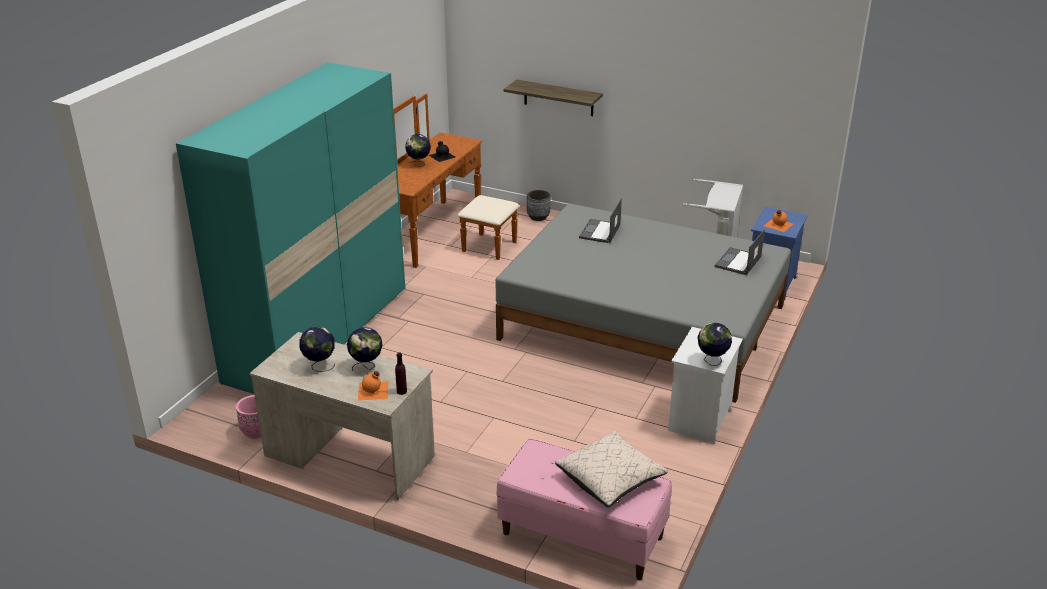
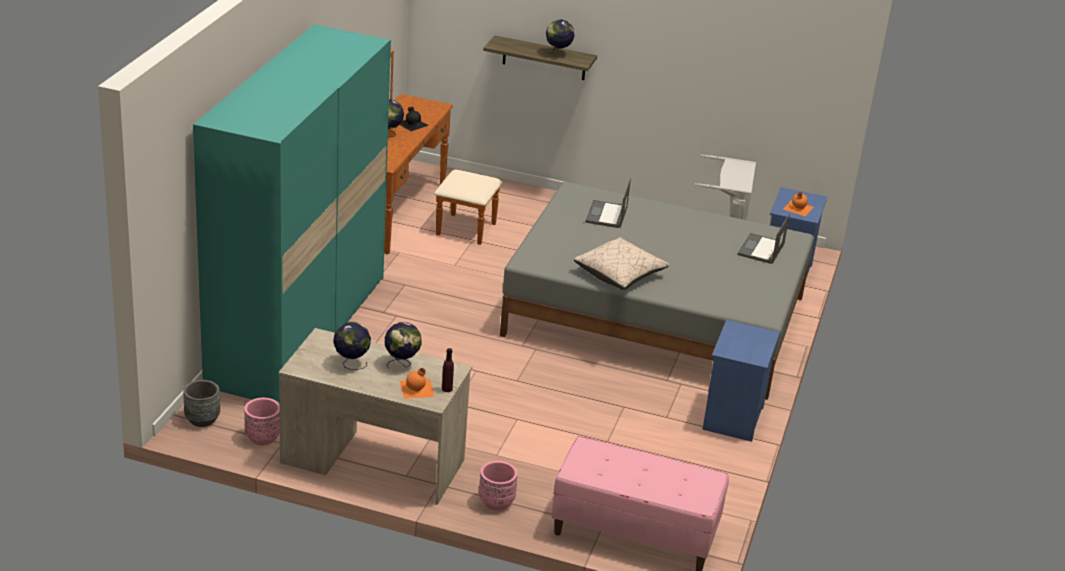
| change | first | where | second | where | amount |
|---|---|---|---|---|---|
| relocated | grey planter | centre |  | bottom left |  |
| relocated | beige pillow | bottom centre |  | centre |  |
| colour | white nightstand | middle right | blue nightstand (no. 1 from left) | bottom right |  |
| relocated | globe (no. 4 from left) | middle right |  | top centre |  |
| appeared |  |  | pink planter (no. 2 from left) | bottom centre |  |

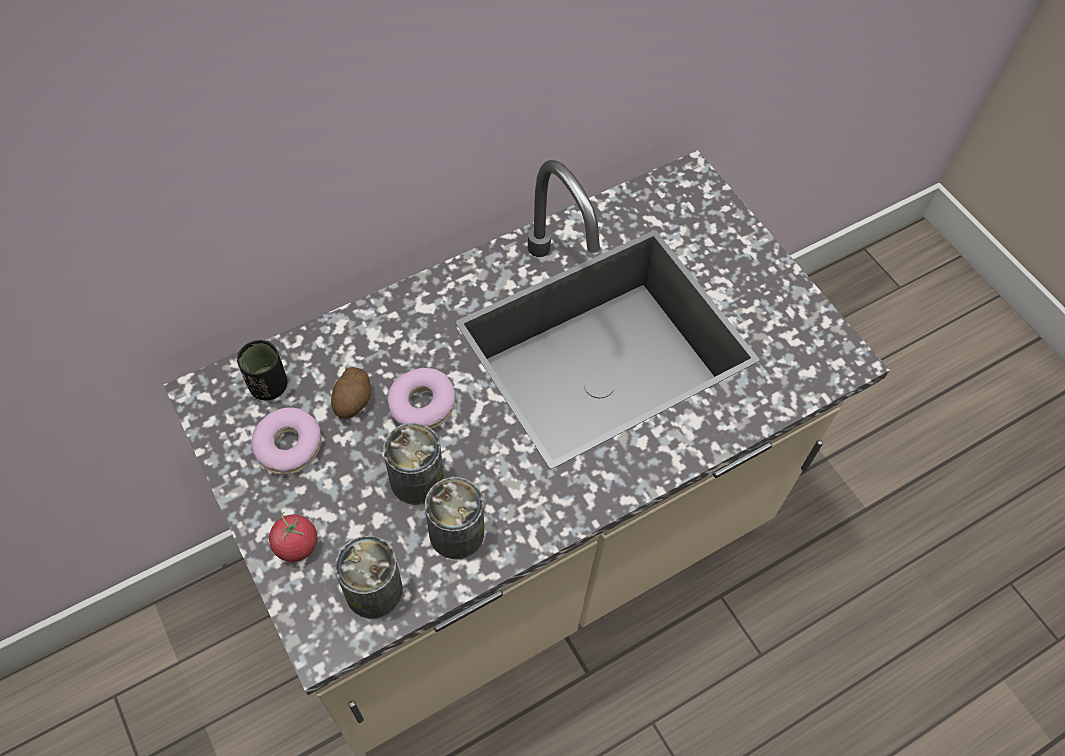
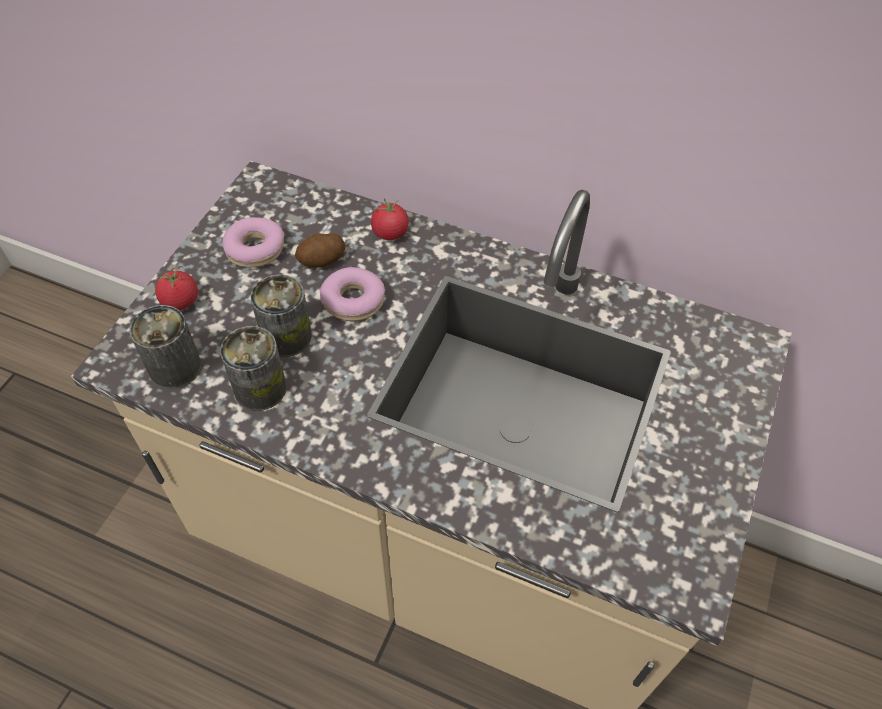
| change | first | where | second | where | amount |
|---|---|---|---|---|---|
| missing | black cup | middle left |  |  |  |
| appeared |  |  | tomato (no. 2 from left) | top centre |  |

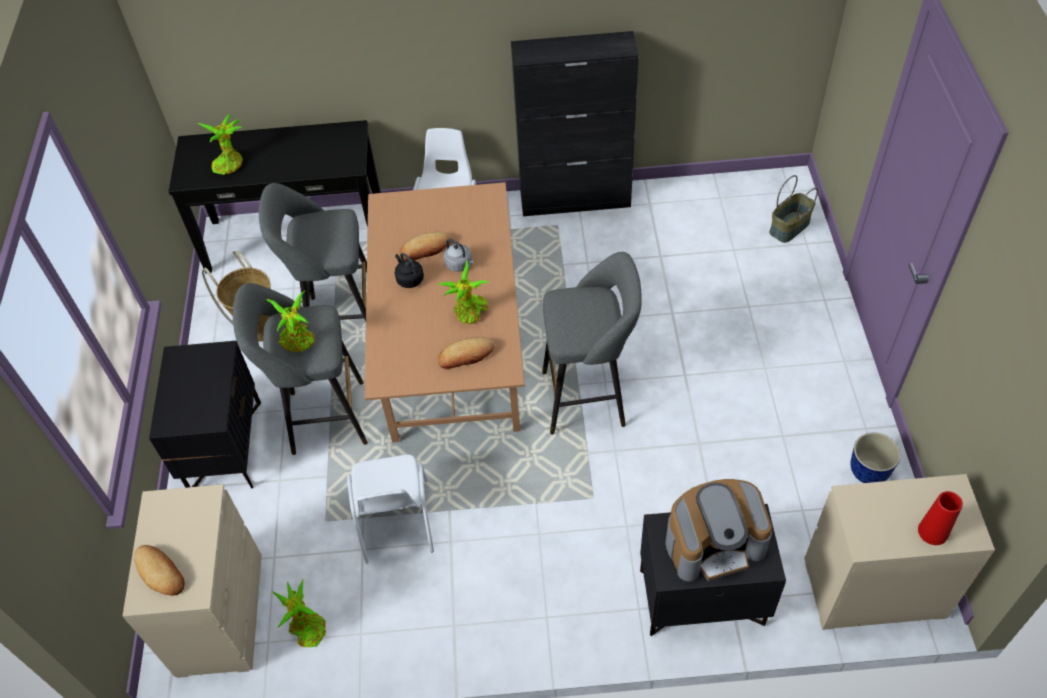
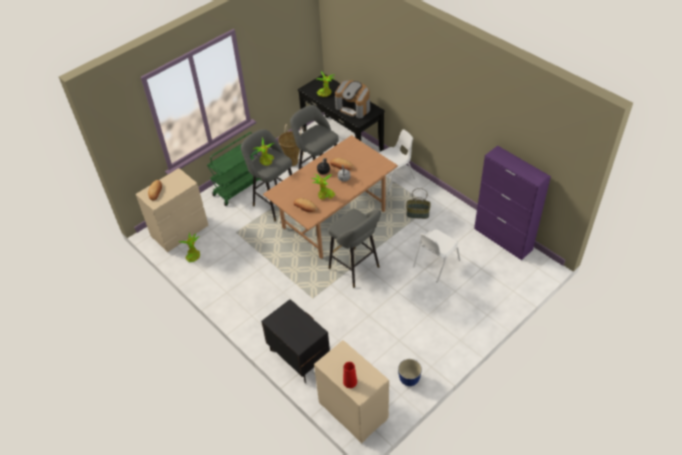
| change | first | where | second | where | amount |
|---|---|---|---|---|---|
| exchanged | black nightstand (no. 1 from left) | middle left | green cart | centre |  |
| relocated | white chair (no. 1 from left in the first image) | bottom centre | white chair (no. 2 from left) | centre |  |
| missing | black cabinet | top centre |  |  |  |
| relocated | coffee machine | bottom right |  | top centre |  |
| relocated | basket (no. 2 from left) | top right |  | centre |  |
| appeared |  |  | purple cabinet | middle right |  |

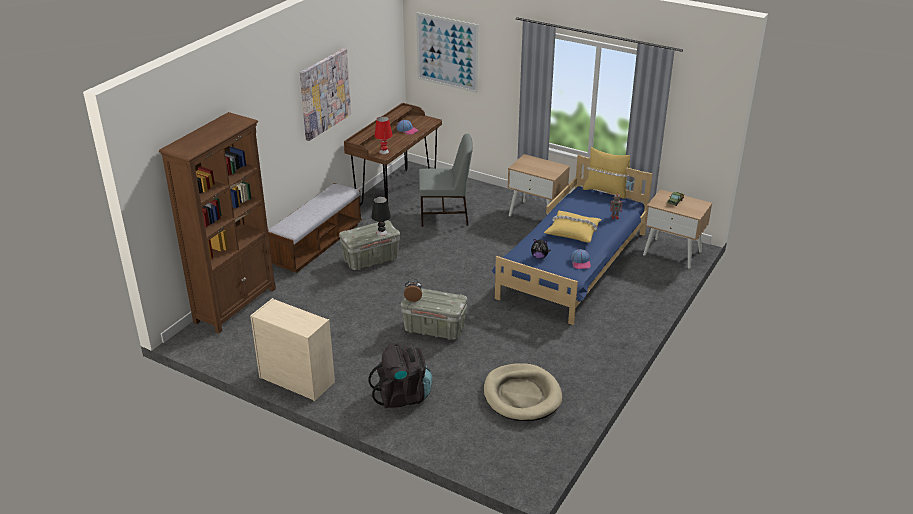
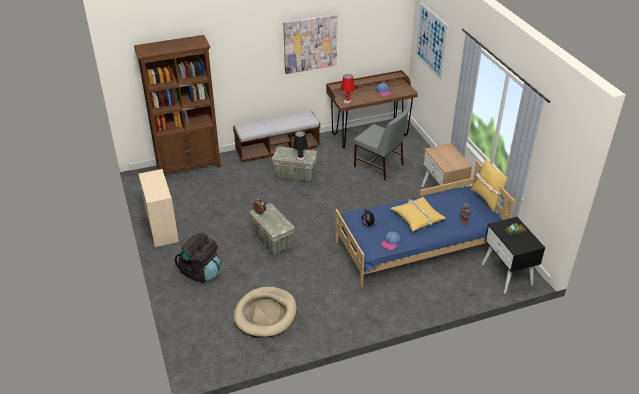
| change | first | where | second | where | amount |
|---|---|---|---|---|---|
| colour | beige nightstand (no. 2 from left) | middle right | black nightstand | middle right |  |

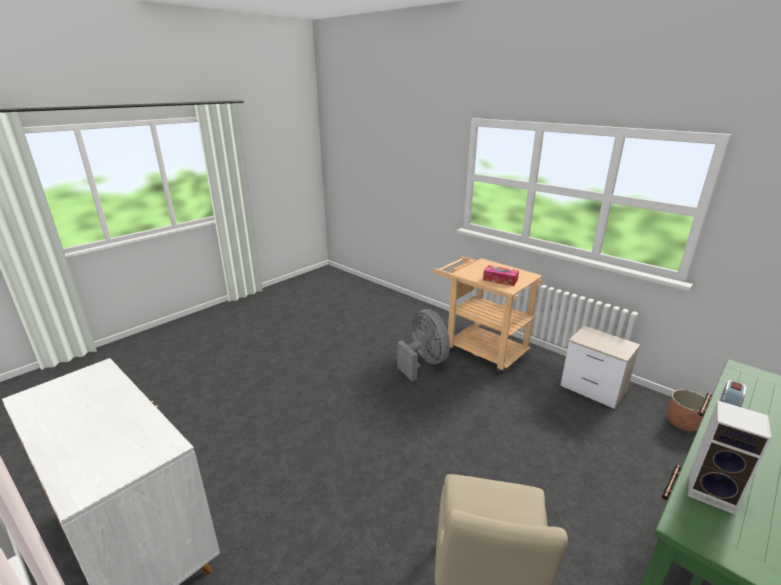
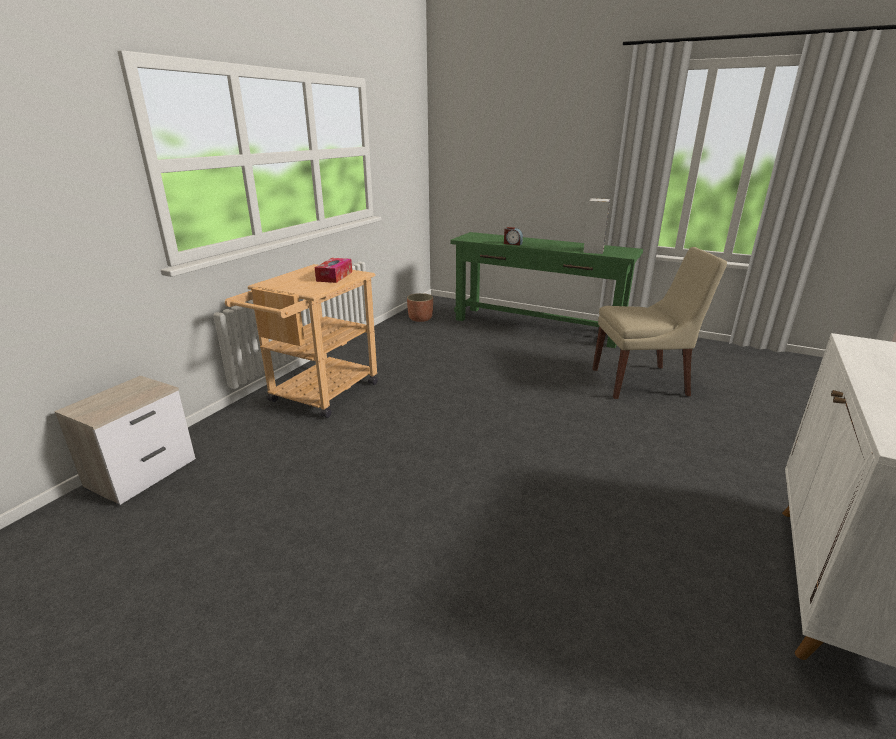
| change | first | where | second | where | amount |
|---|---|---|---|---|---|
| missing | grey fan | centre |  |  |  |
| relocated | nightstand | middle right |  | middle left |  |

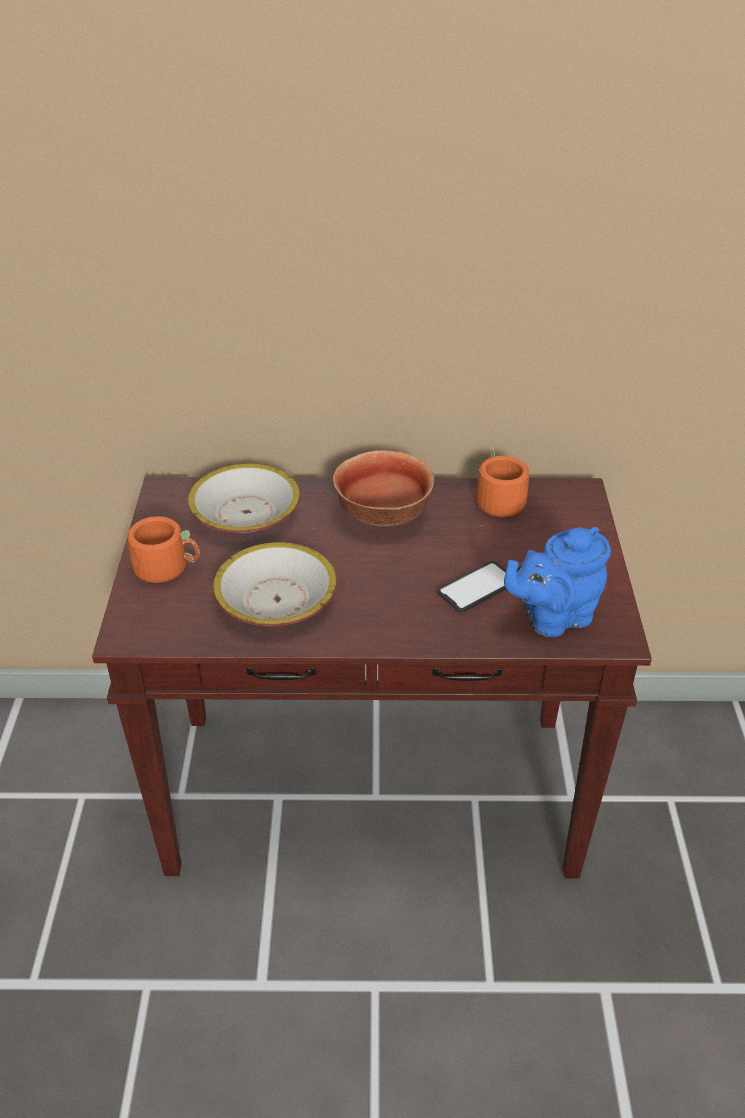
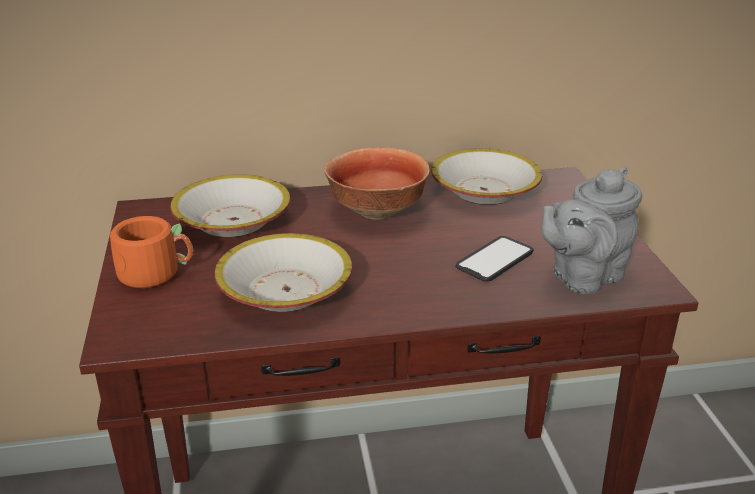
| change | first | where | second | where | amount |
|---|---|---|---|---|---|
| exchanged | orange mug (no. 2 from left) | middle right | bowl (no. 4 from left) | centre |  |
| colour | blue teapot | middle right | grey teapot | middle right |  |

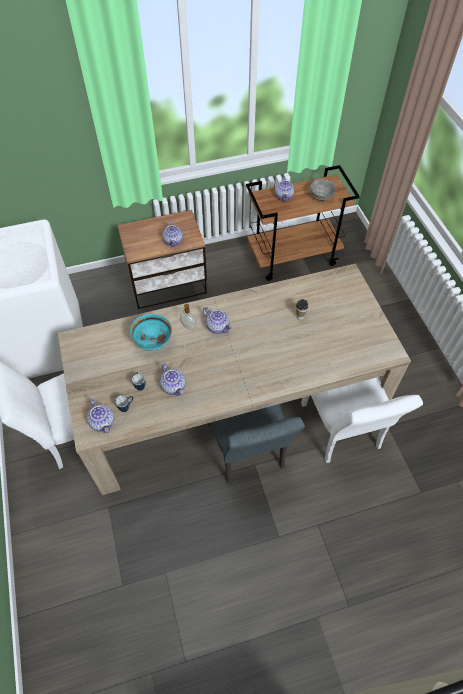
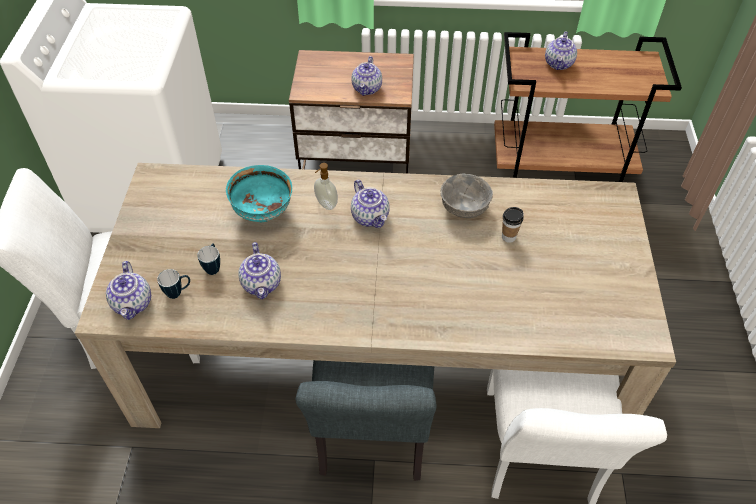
| change | first | where | second | where | amount |
|---|---|---|---|---|---|
| relocated | grey bowl | top right |  | centre |  |

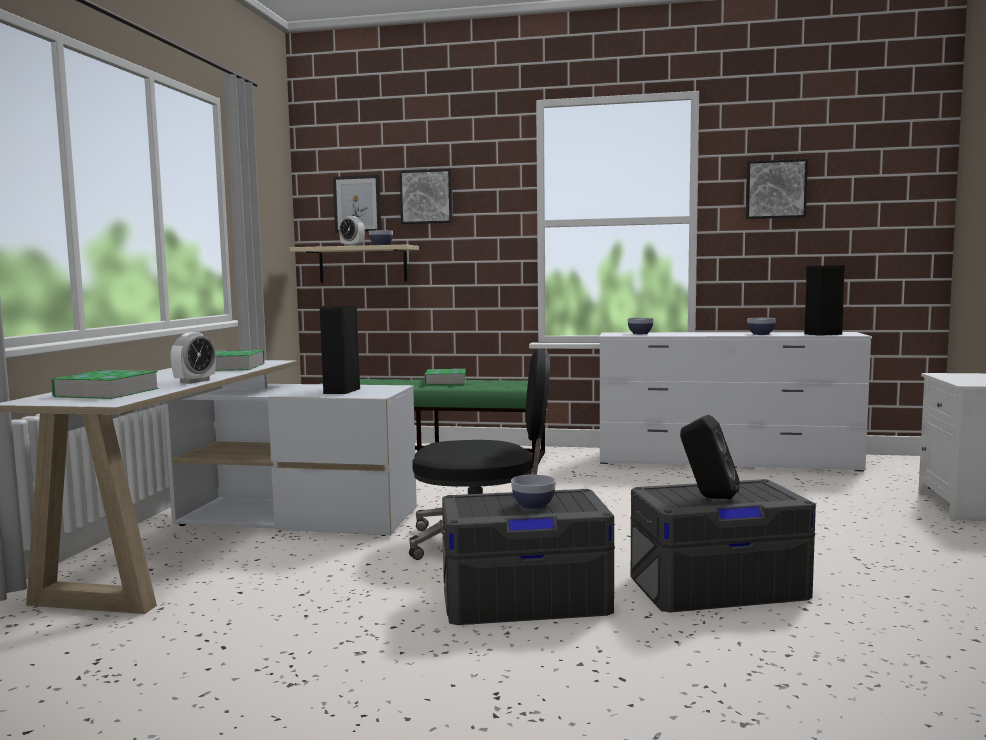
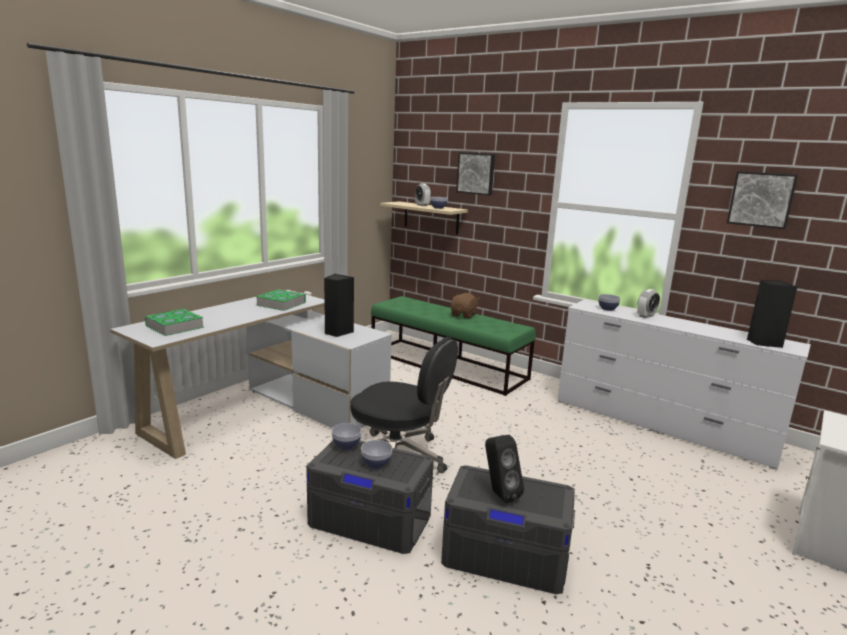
| change | first | where | second | where | amount |
|---|---|---|---|---|---|
| relocated | alarm clock (no. 1 from left in the first image) | middle left | alarm clock (no. 2 from left) | middle right |  |
| missing | picture (no. 1 from left) | top centre |  |  |  |
| exchanged | book (no. 3 from left) | centre | brown plush toy | centre |  |
| relocated | bowl (no. 4 from left in the first image) | middle right | bowl (no. 1 from left) | bottom centre |  |

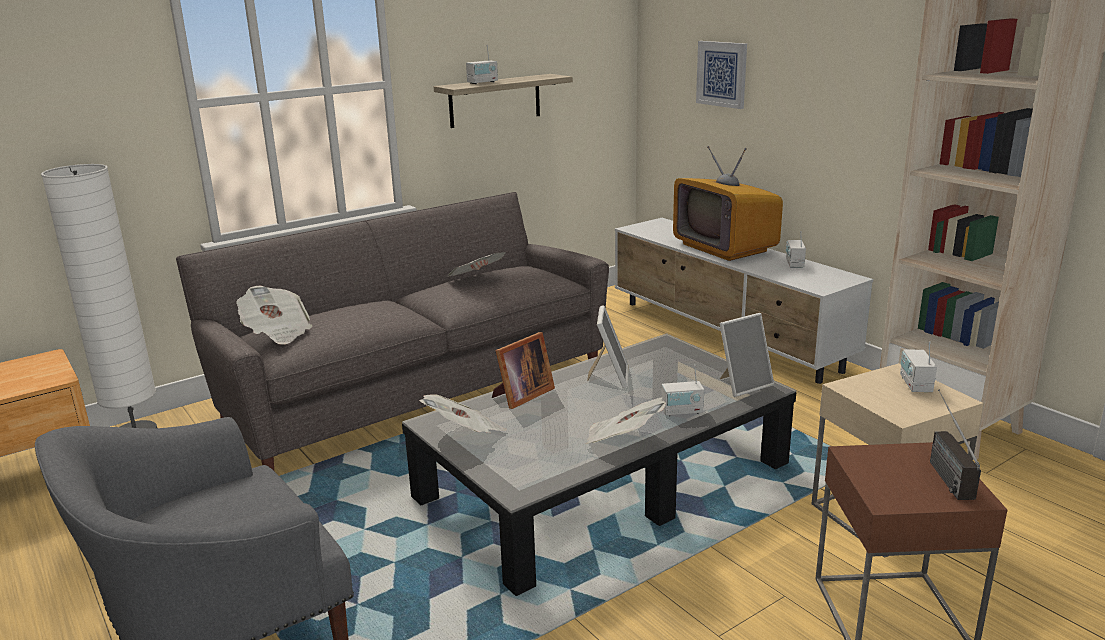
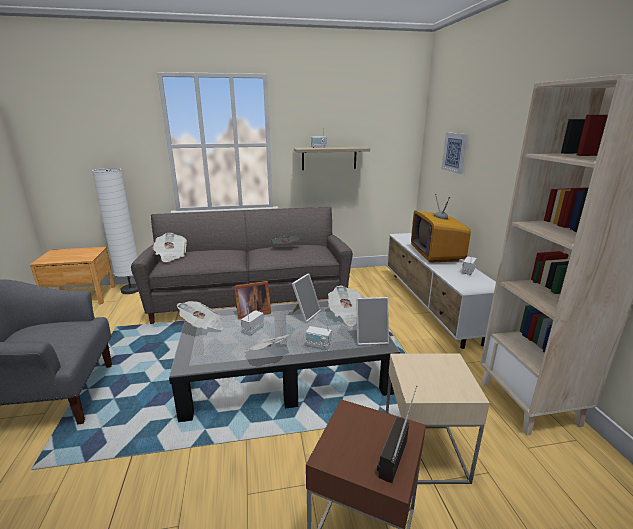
| change | first | where | second | where | amount |
|---|---|---|---|---|---|
| relocated | radio (no. 4 from left in the first image) | middle right | radio (no. 1 from left) | centre |  |
| appeared |  |  | newspaper (no. 5 from left) | centre |  |

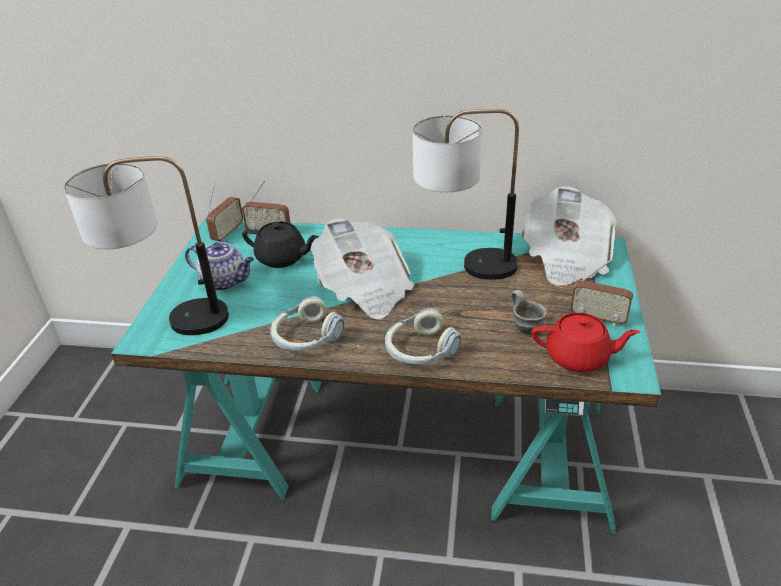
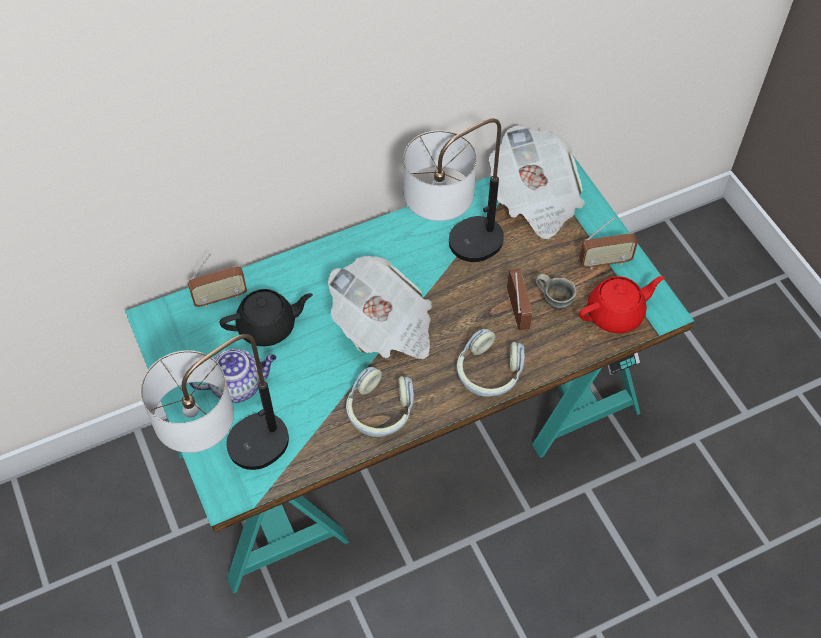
| change | first | where | second | where | amount |
|---|---|---|---|---|---|
| relocated | radio (no. 1 from left in the first image) | middle left | radio (no. 2 from left) | centre |  |

